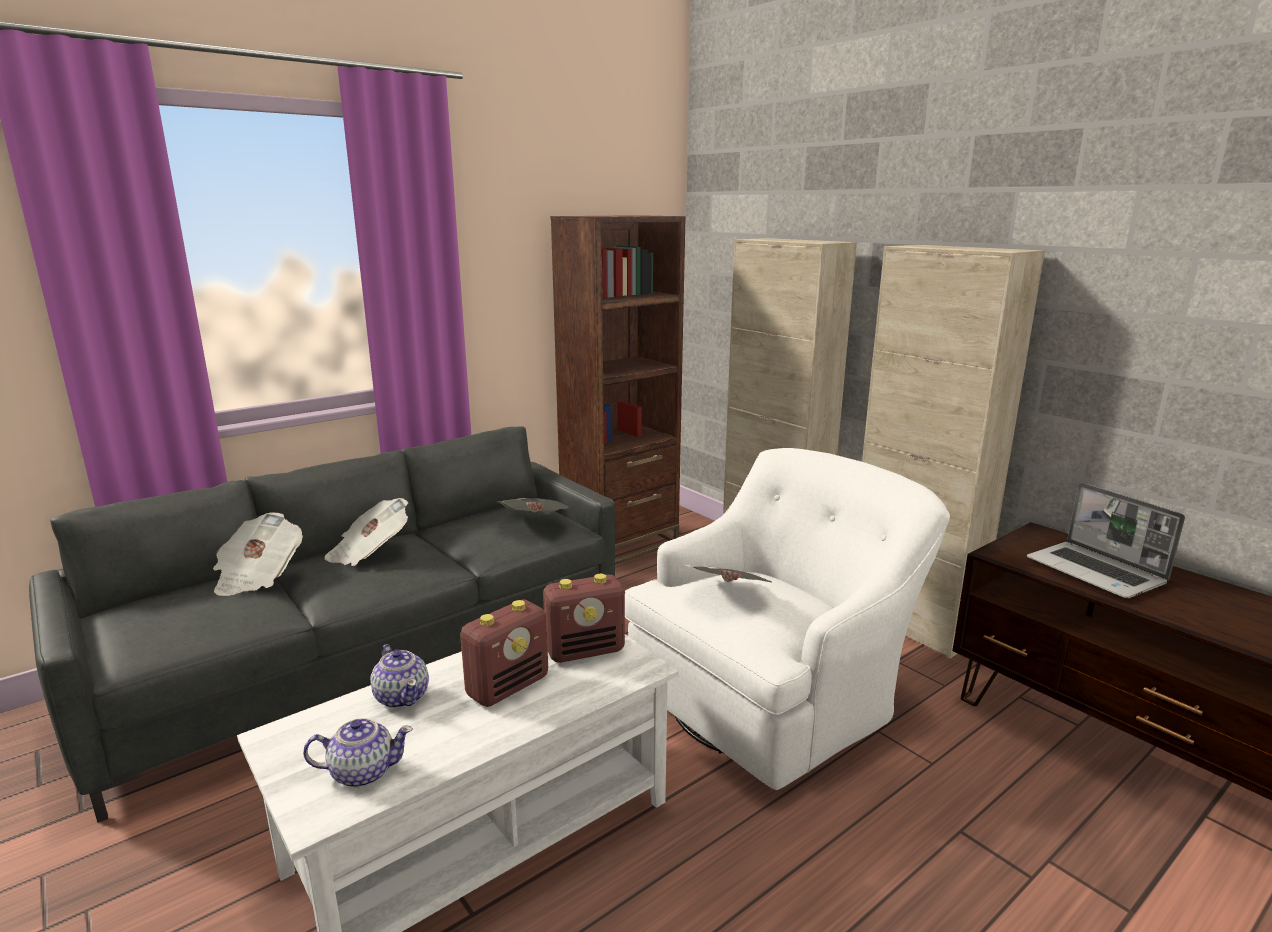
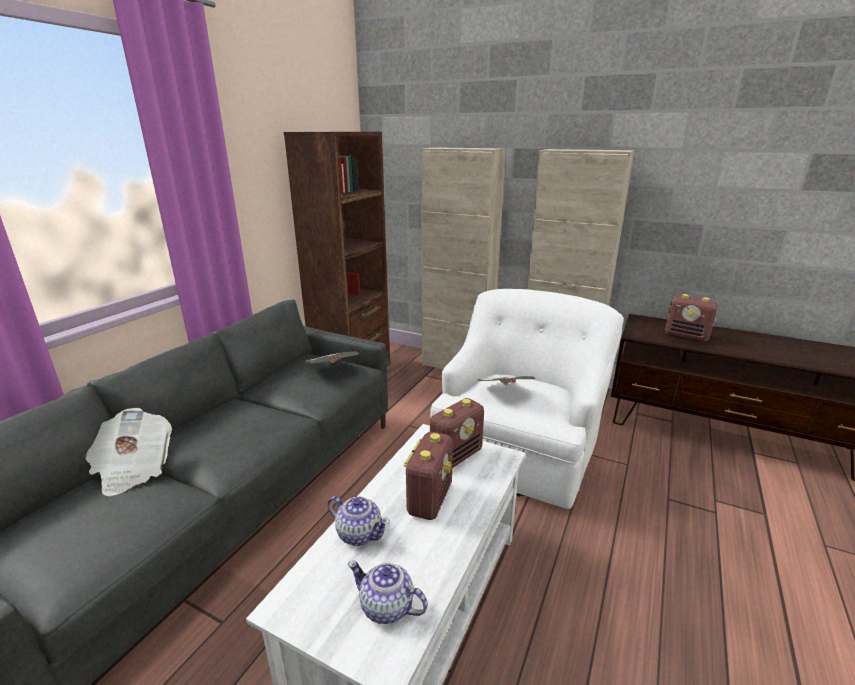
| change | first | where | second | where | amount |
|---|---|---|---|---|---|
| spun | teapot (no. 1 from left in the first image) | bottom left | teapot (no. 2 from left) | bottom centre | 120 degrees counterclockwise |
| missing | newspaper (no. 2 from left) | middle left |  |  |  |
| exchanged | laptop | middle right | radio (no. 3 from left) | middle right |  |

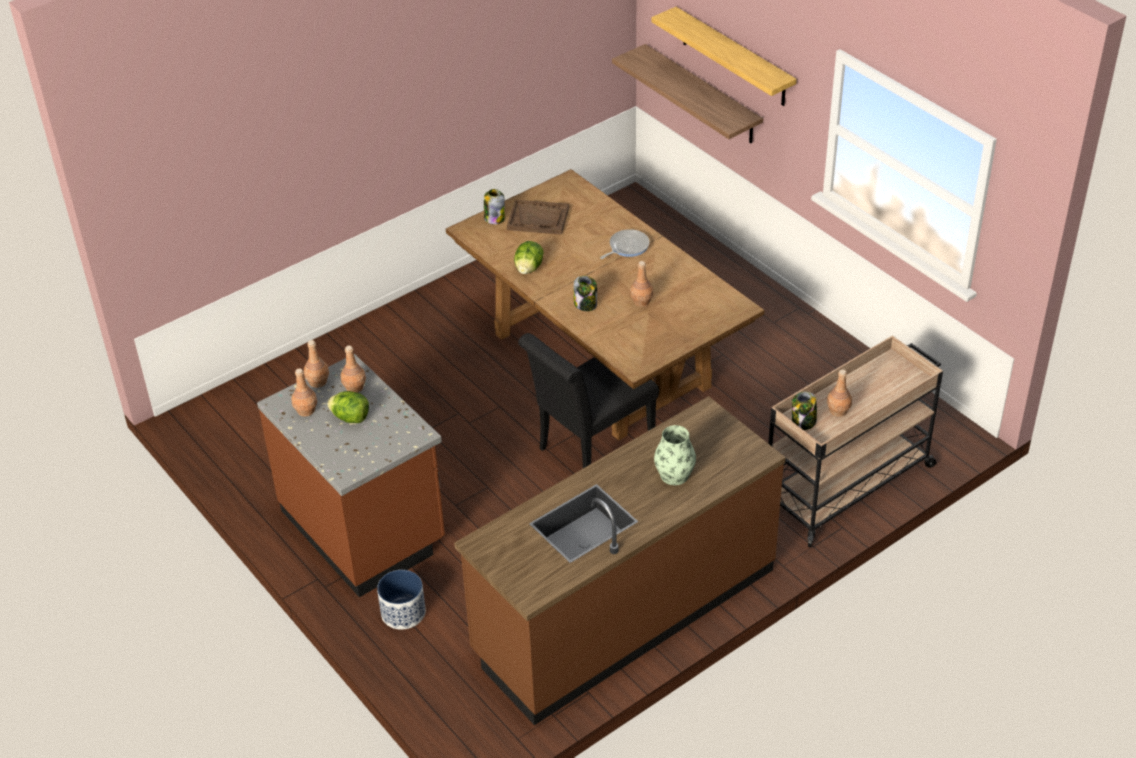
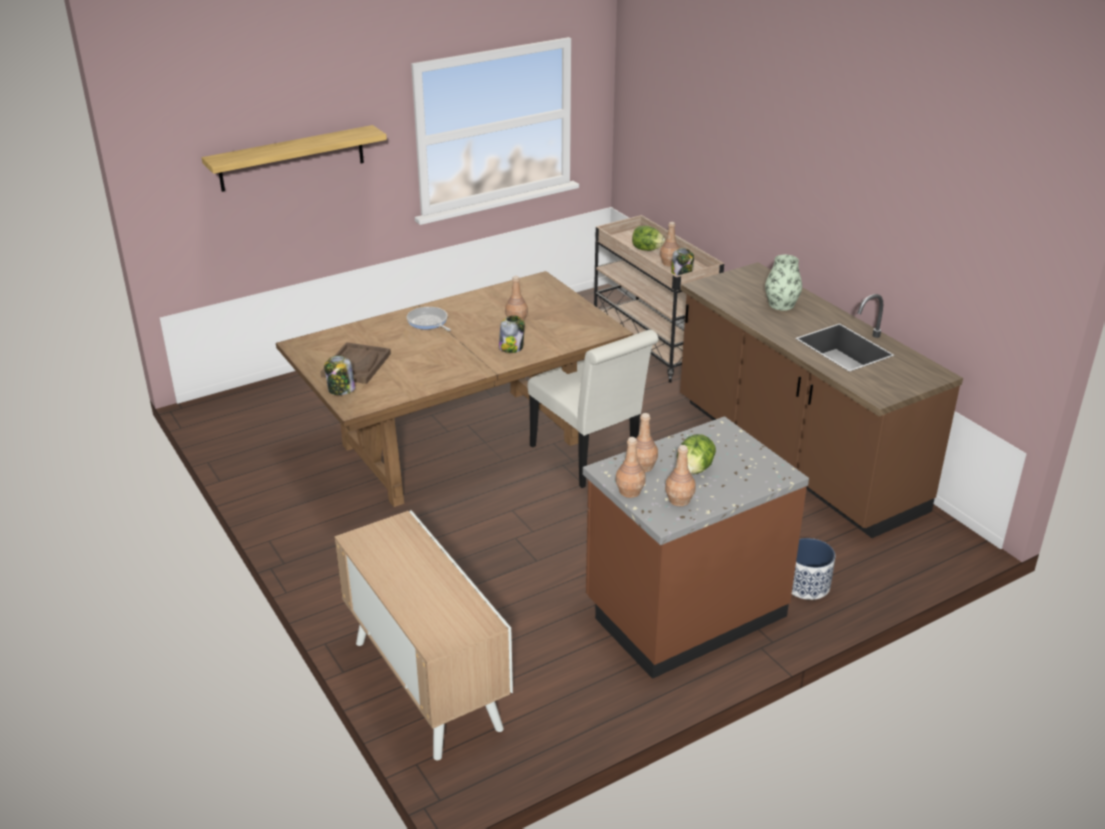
| change | first | where | second | where | amount |
|---|---|---|---|---|---|
| relocated | lettuce (no. 2 from left in the first image) | centre | lettuce (no. 1 from left) | top centre |  |
| colour | black chair | centre | white chair | centre |  |
| missing | shelf (no. 1 from left) | top centre |  |  |  |
| appeared |  |  | cabinet | bottom centre |  |

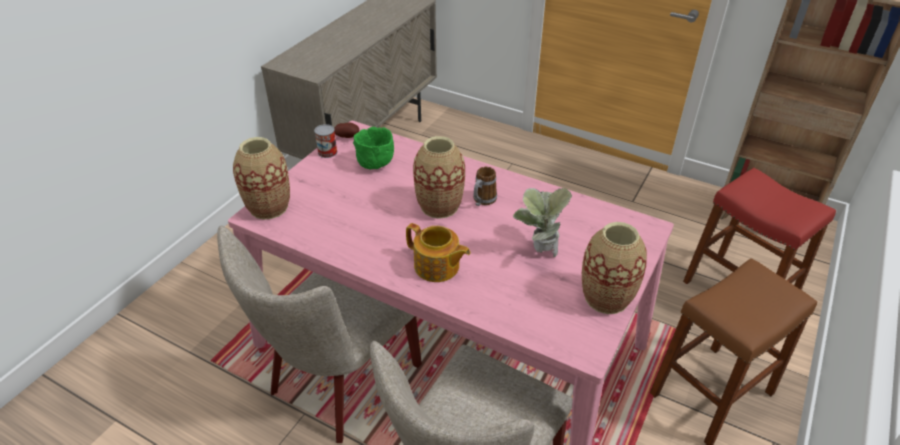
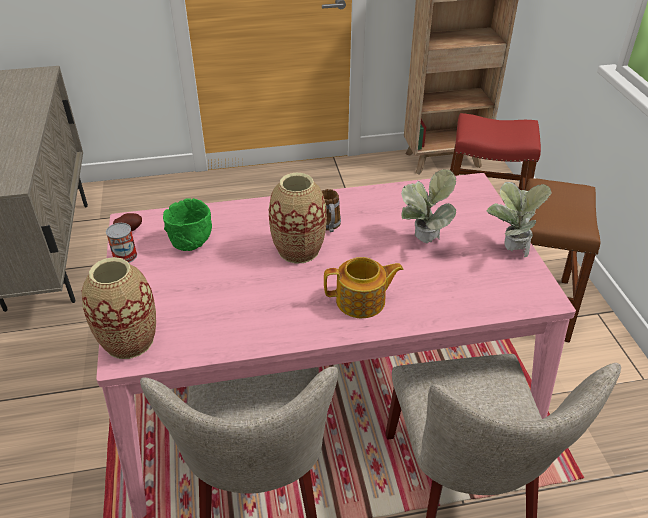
| change | first | where | second | where | amount |
|---|---|---|---|---|---|
| exchanged | vase (no. 3 from left) | middle right | potted plant (no. 2 from left) | middle right |  |

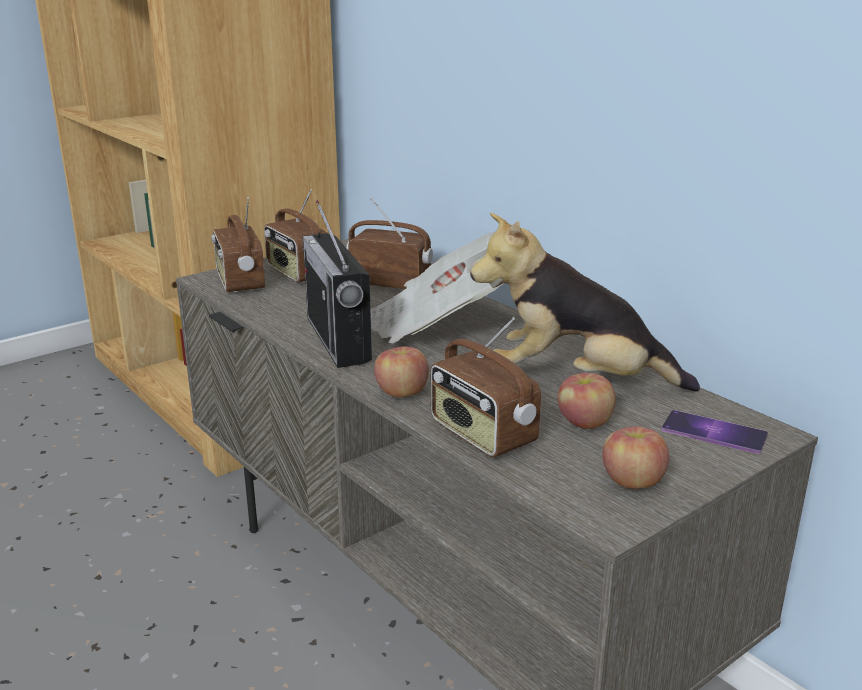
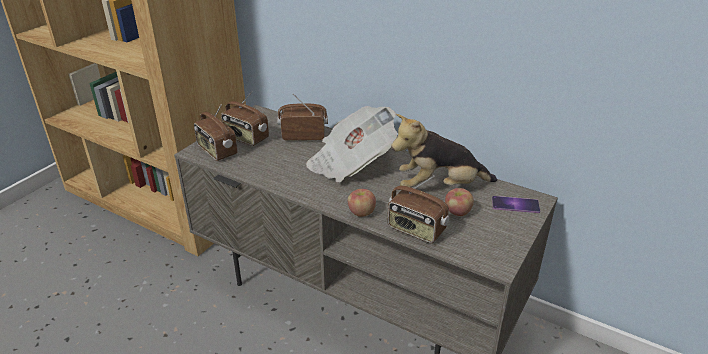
| change | first | where | second | where | amount |
|---|---|---|---|---|---|
| missing | radio (no. 3 from left) | centre |  |  |  |
| missing | apple (no. 3 from left) | middle right |  |  |  |

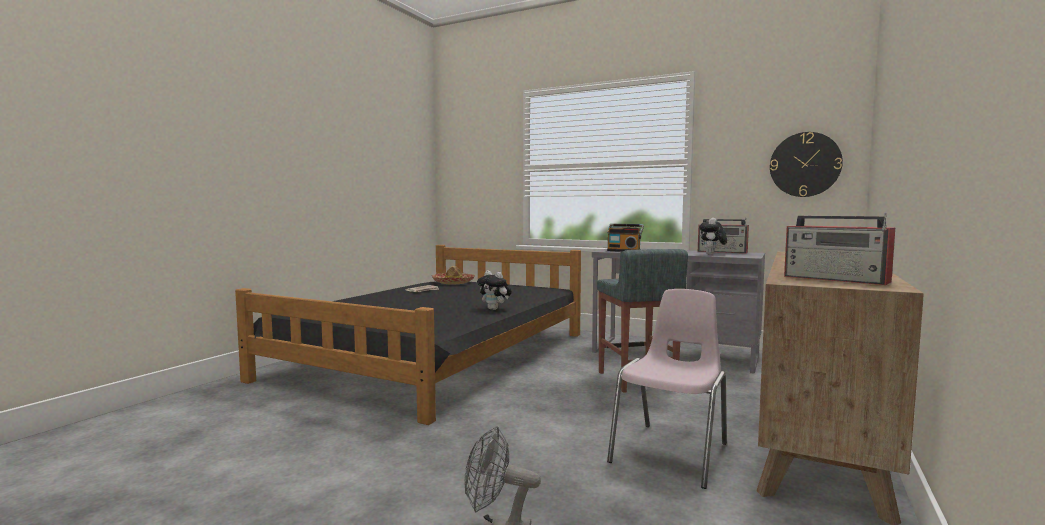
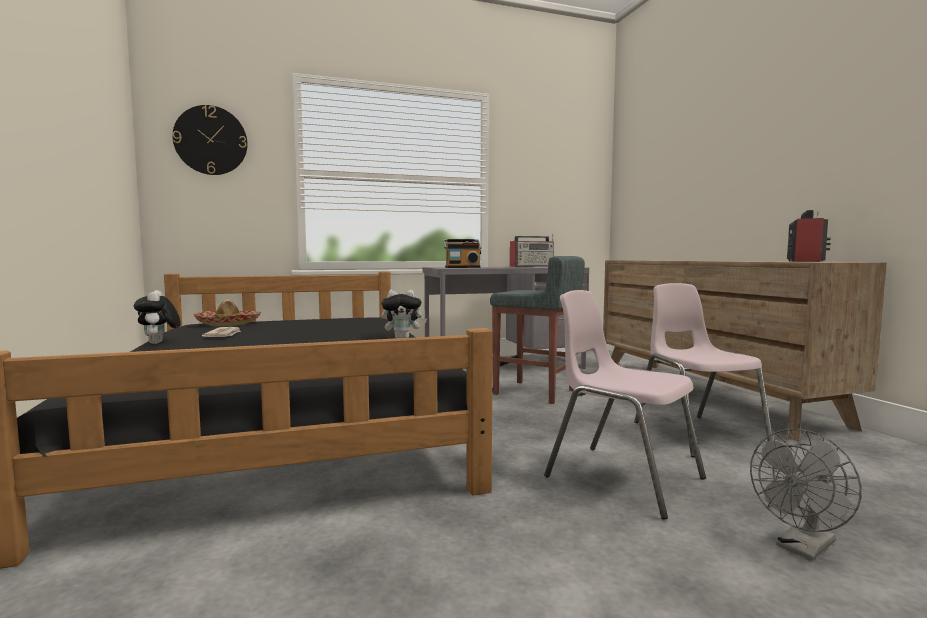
| change | first | where | second | where | amount |
|---|---|---|---|---|---|
| relocated | plush toy (no. 2 from left in the first image) | middle right | plush toy (no. 1 from left) | middle left |  |
| relocated | wall clock | top right |  | top left |  |
| spun | radio (no. 3 from left) | middle right |  | middle right | 60 degrees counterclockwise |
| appeared |  |  | pink chair (no. 1 from left) | middle right |  |

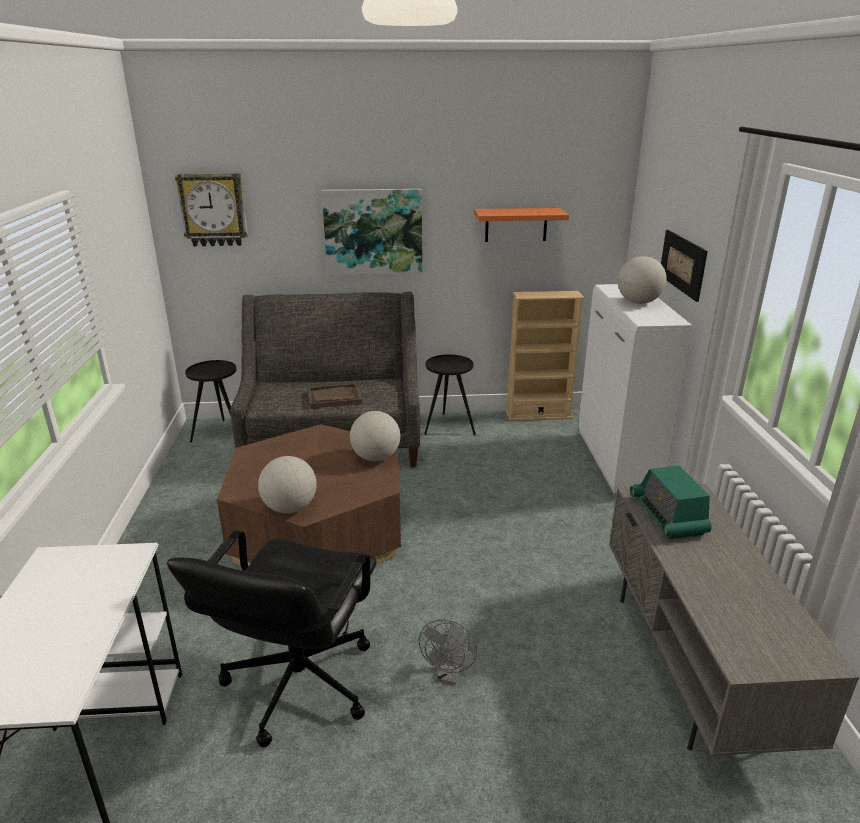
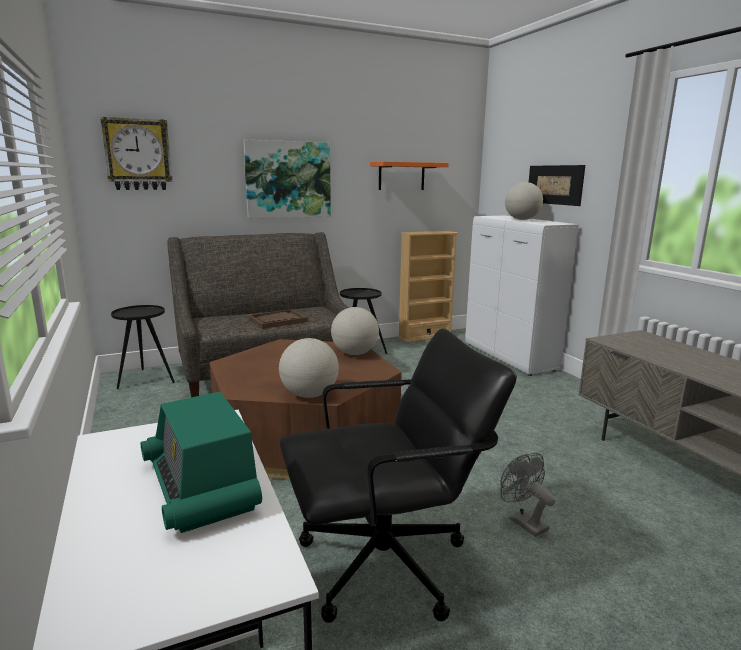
| change | first | where | second | where | amount |
|---|---|---|---|---|---|
| spun | black office chair | bottom left |  | bottom centre | 105 degrees counterclockwise |
| spun | grey fan | bottom centre |  | bottom right | 150 degrees clockwise |
| relocated | radio | middle right |  | bottom left |  |

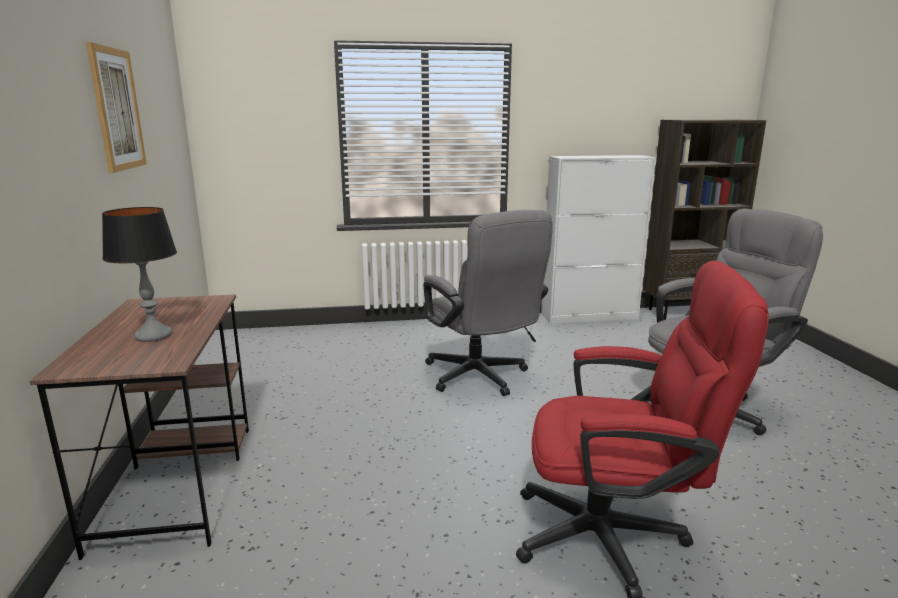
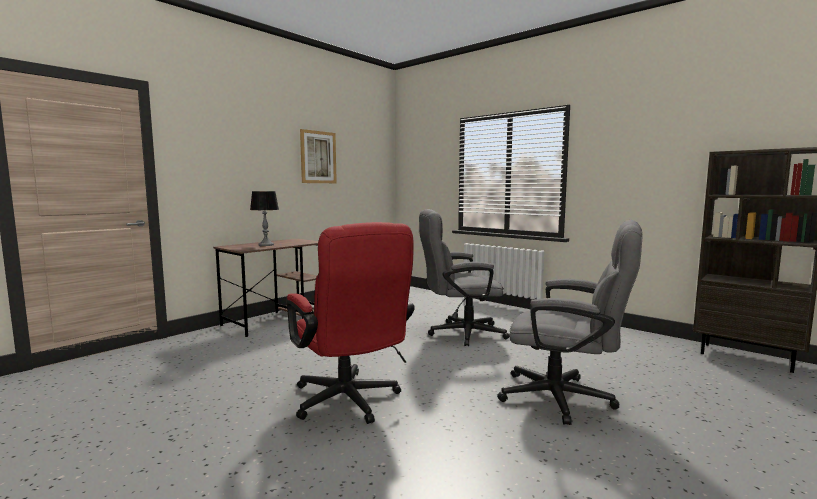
| change | first | where | second | where | amount |
|---|---|---|---|---|---|
| spun | grey office chair (no. 1 from left) | centre |  | centre | 60 degrees clockwise |
| missing | white cabinet | centre |  |  |  |

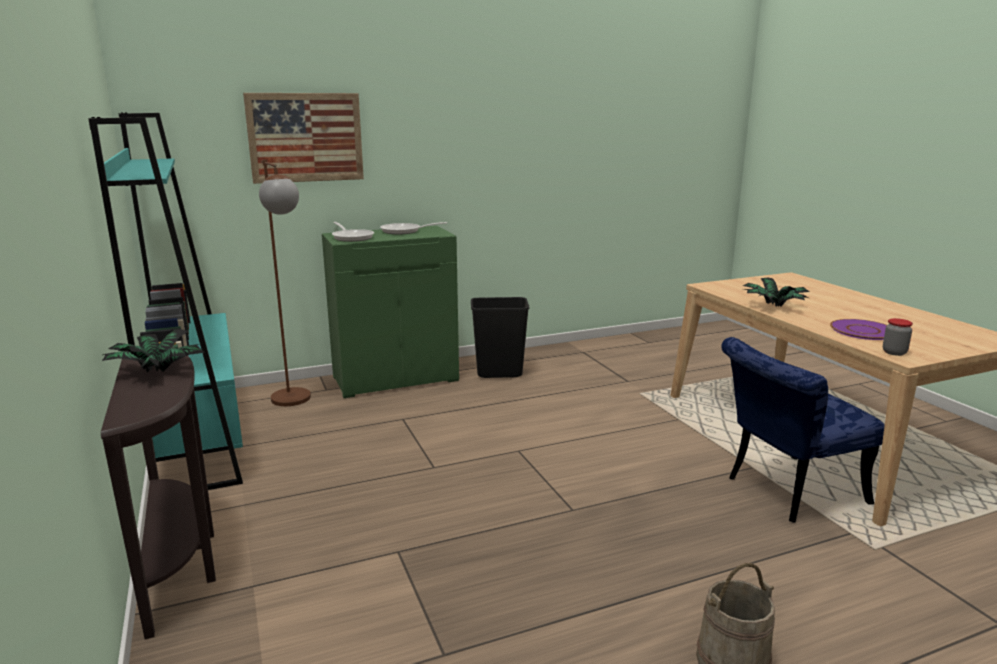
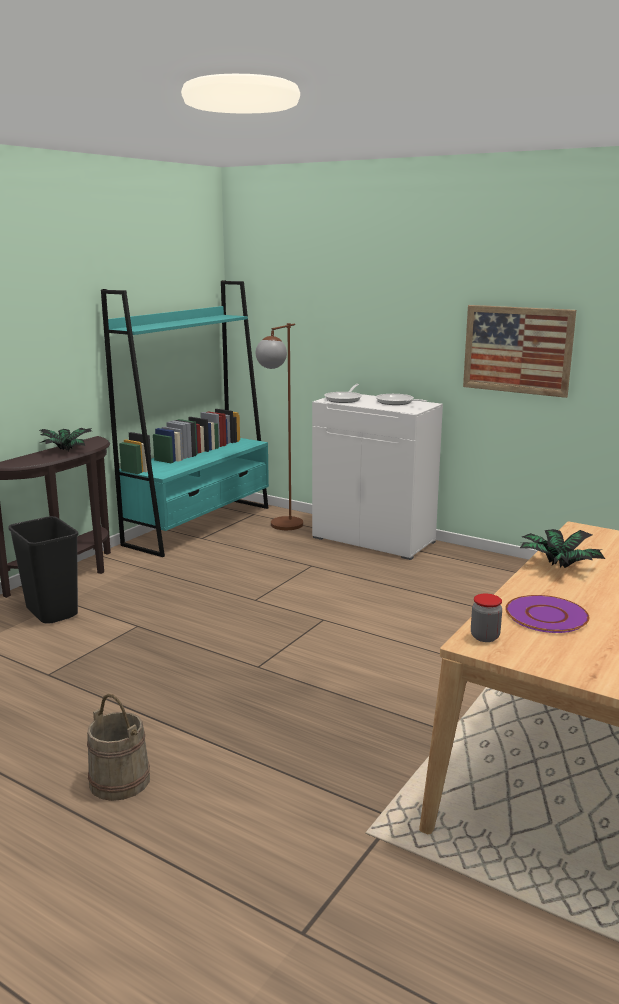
| change | first | where | second | where | amount |
|---|---|---|---|---|---|
| relocated | picture | top left |  | middle right |  |
| colour | green cabinet | centre | white cabinet | centre |  |
| relocated | black trash can | centre |  | middle left |  |
| missing | blue chair | middle right |  |  |  |

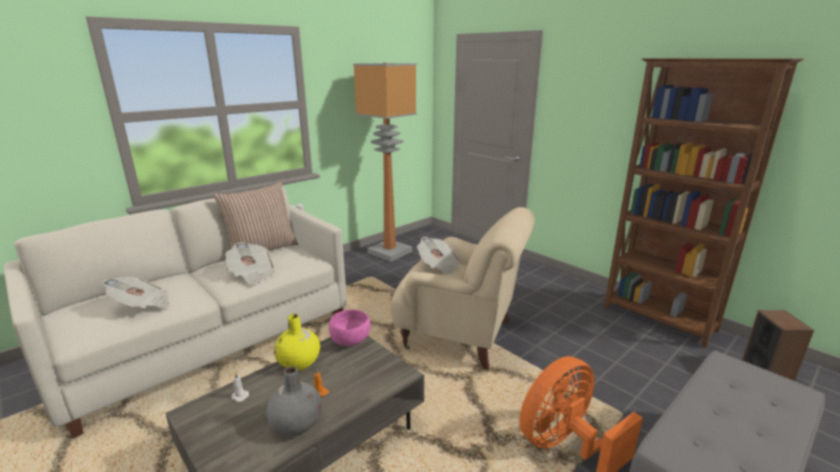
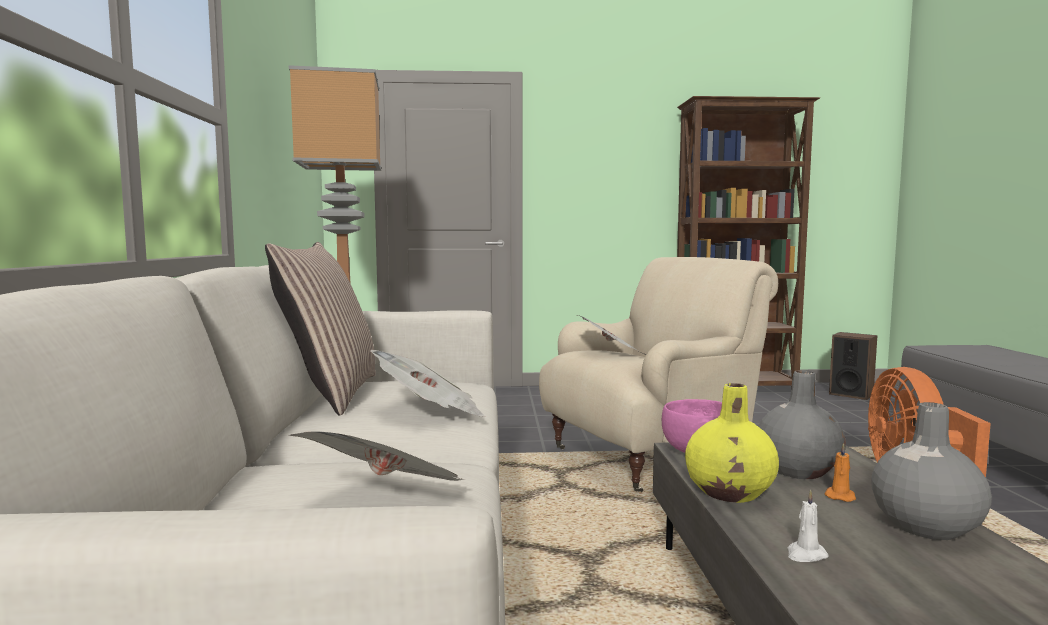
| change | first | where | second | where | amount |
|---|---|---|---|---|---|
| appeared |  |  | grey vase (no. 1 from left) | bottom right |  |

